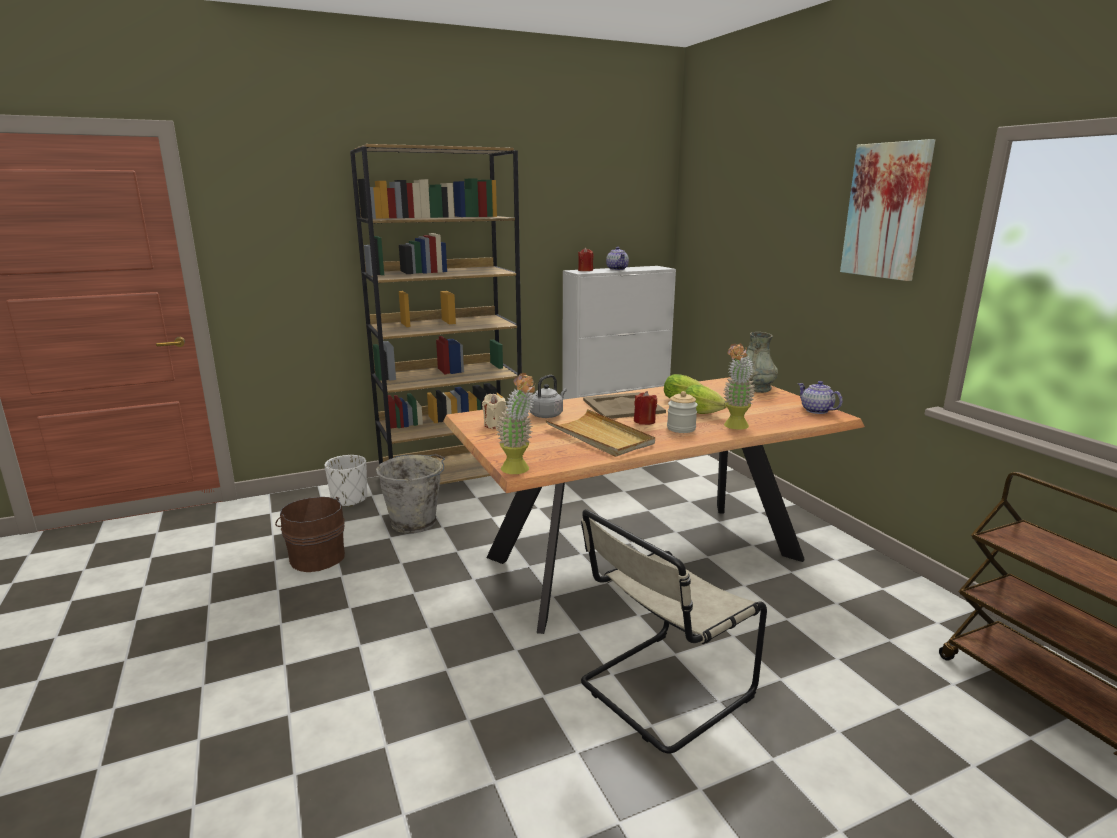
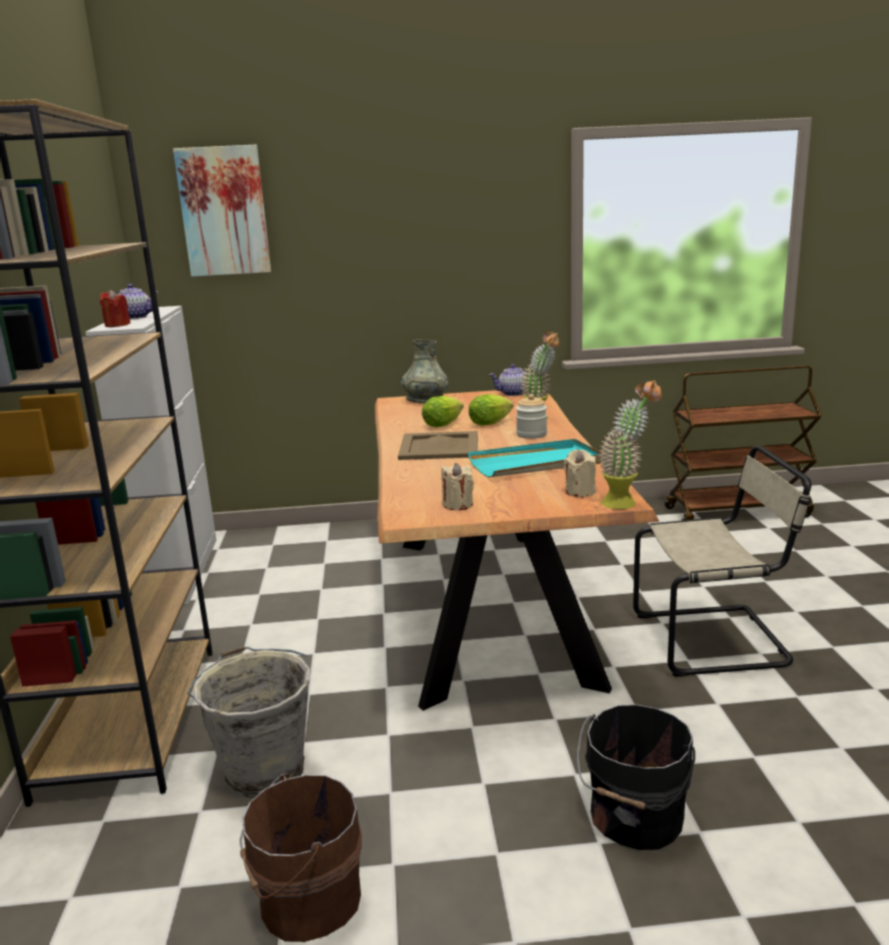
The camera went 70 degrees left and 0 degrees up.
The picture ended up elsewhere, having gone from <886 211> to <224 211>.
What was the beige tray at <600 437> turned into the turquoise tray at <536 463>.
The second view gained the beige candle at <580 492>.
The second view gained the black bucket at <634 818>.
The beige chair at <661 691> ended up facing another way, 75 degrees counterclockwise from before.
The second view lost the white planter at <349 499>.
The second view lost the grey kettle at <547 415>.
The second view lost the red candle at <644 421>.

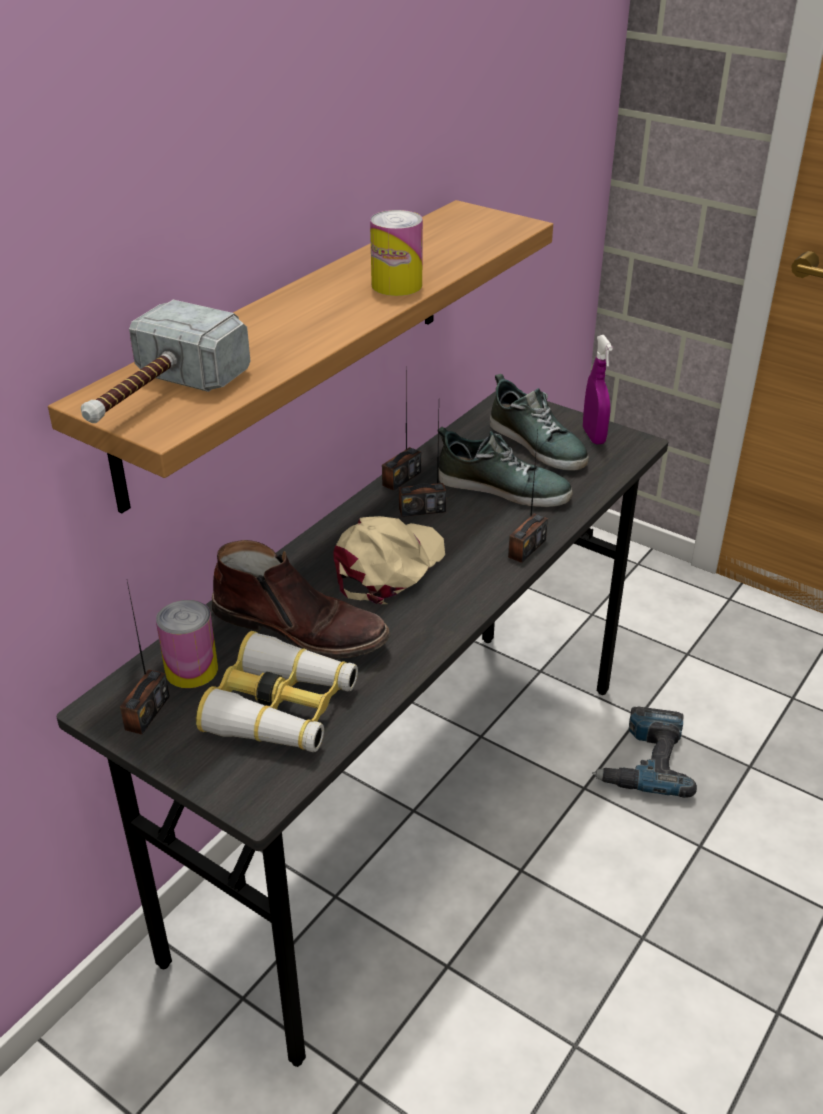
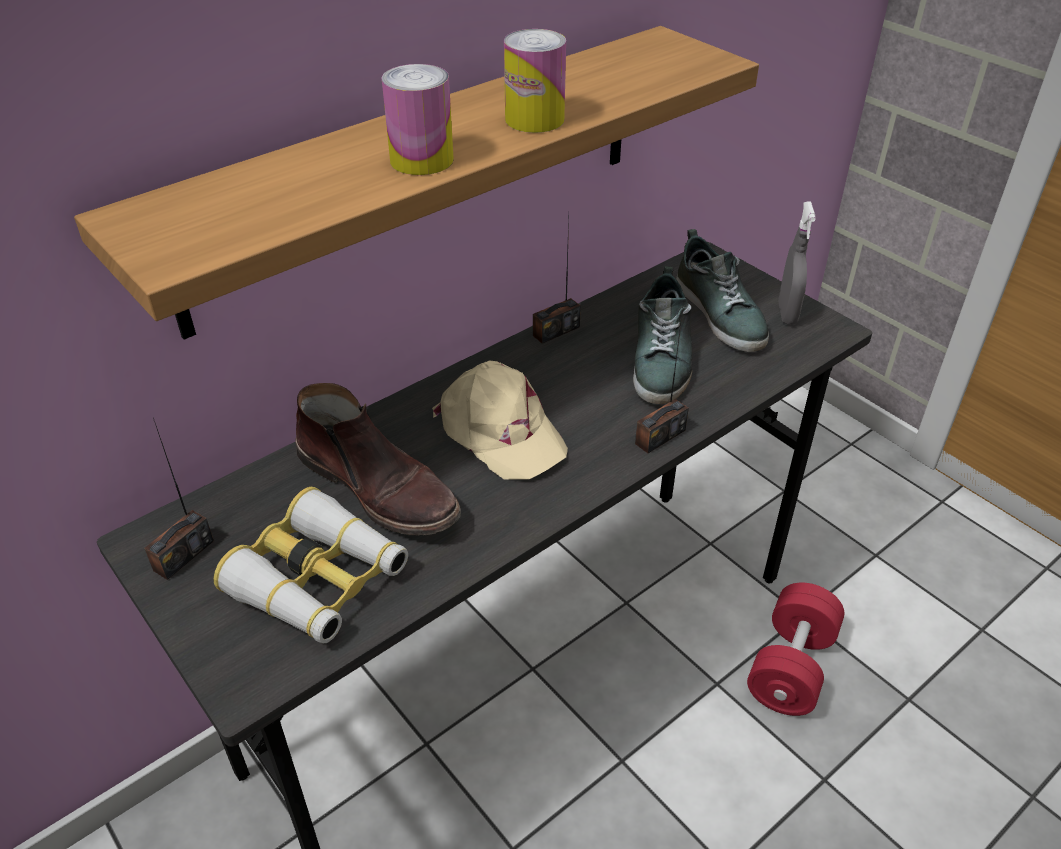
The camera went 15 degrees right and 5 degrees up.
The can ended up elsewhere, having gone from <191 670> to <421 160>.
The beige cap at <388 567> ended up facing another way, 90 degrees clockwise from before.
The shoe at <503 487> ended up facing another way, 60 degrees clockwise from before.
Where the power drill stood at <643 760>, the red dumbbell came to stand at <791 666>.
What was the purple spray bottle at <593 436> turned into the grey spray bottle at <787 314>.
The second view lost the hammer at <158 398>.
The second view lost the radio at <422 510>.

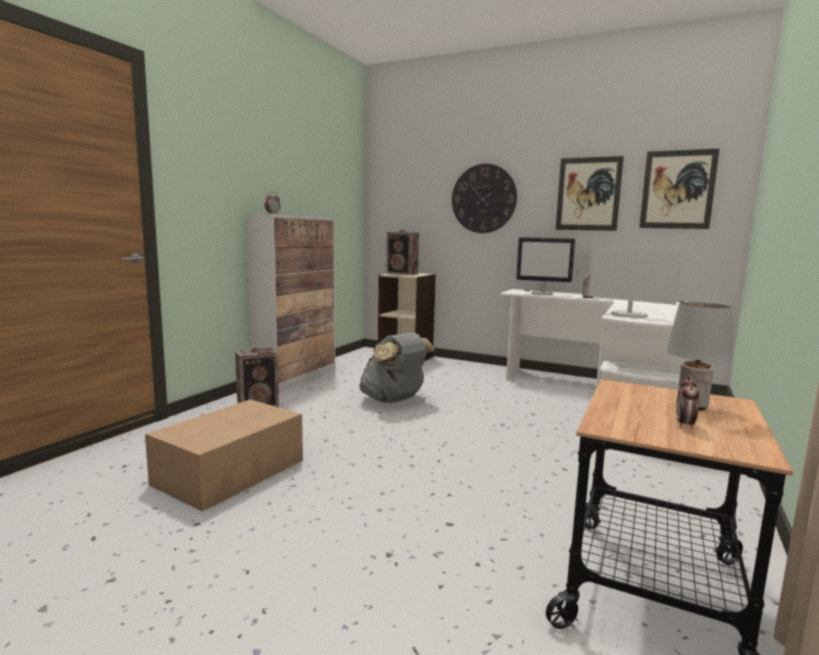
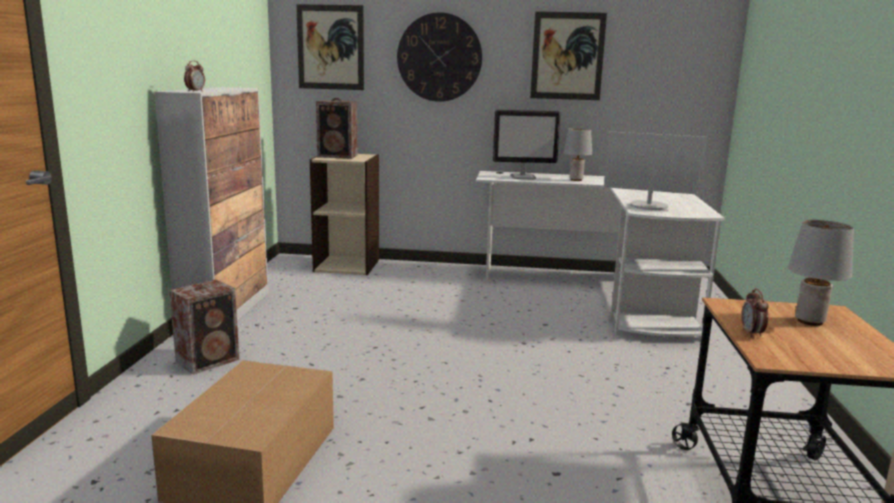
The camera went 20 degrees left and 5 degrees up.
The picture ended up elsewhere, having gone from <677 189> to <330 47>.
The alarm clock ended up elsewhere, having gone from <684 425> to <752 333>.
The second view lost the grey backpack at <394 400>.

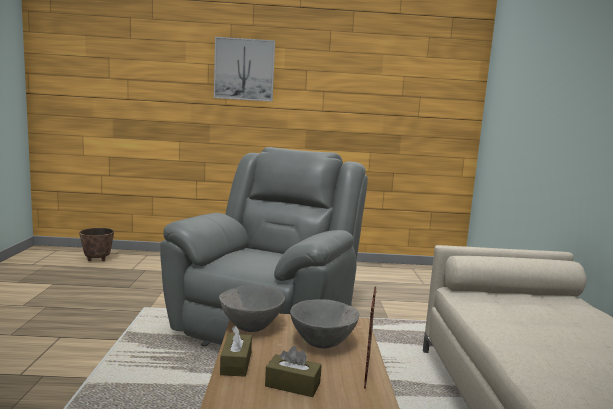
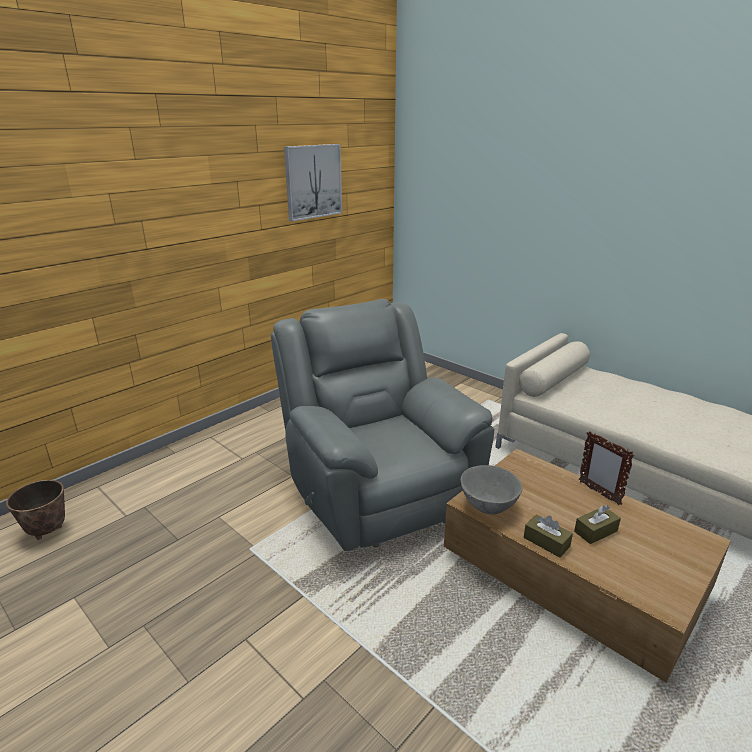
The camera went 45 degrees left and 15 degrees up.
The picture ended up elsewhere, having gone from <244 69> to <313 181>.
The second view lost the grey bowl at <322 344>.

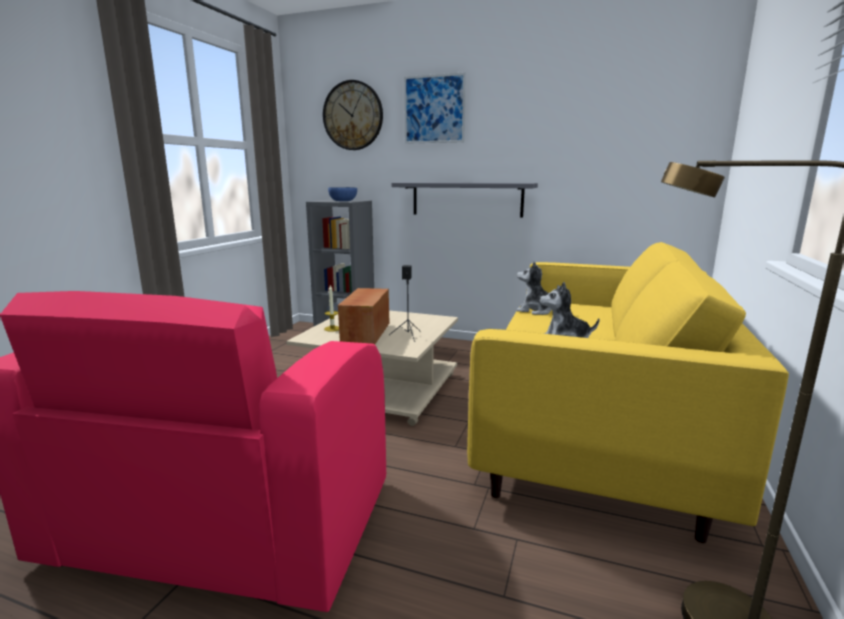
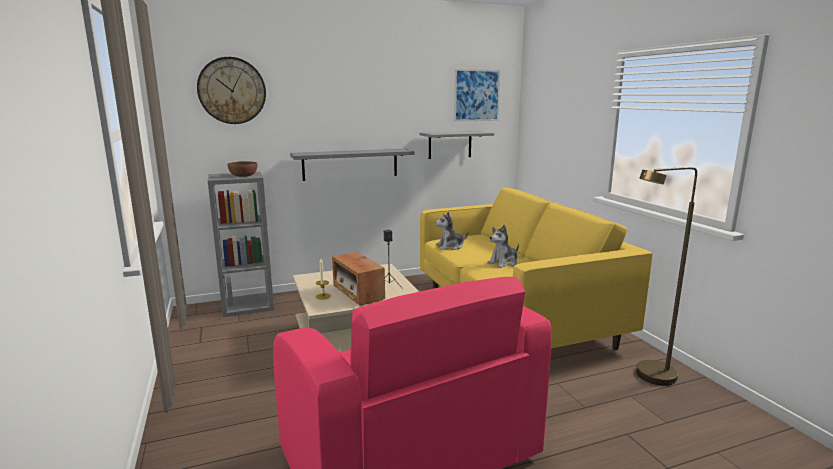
The camera went 40 degrees left and 0 degrees up.
What was the blue bowl at <343 201> turned into the brown bowl at <243 176>.
The second view gained the grey shelf at <450 144>.
The picture ended up elsewhere, having gone from <434 109> to <476 95>.

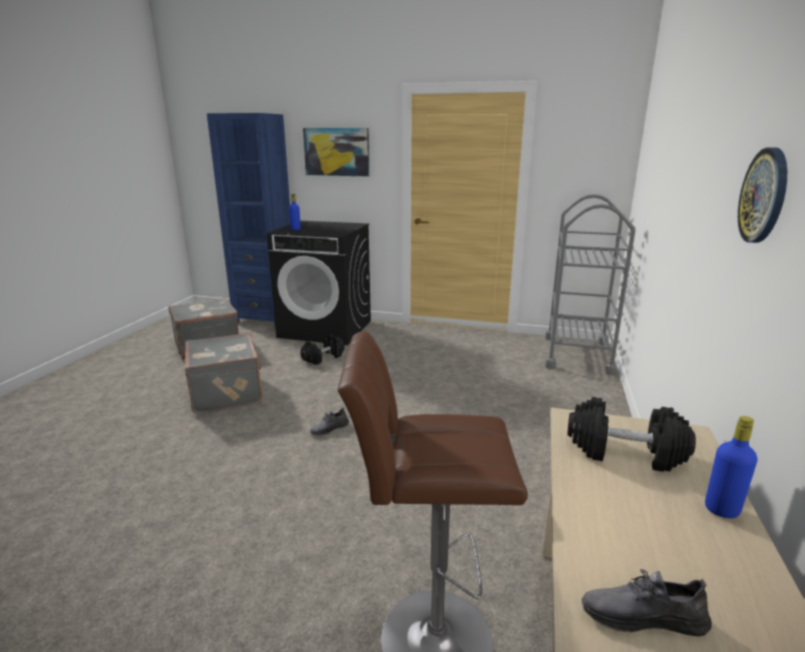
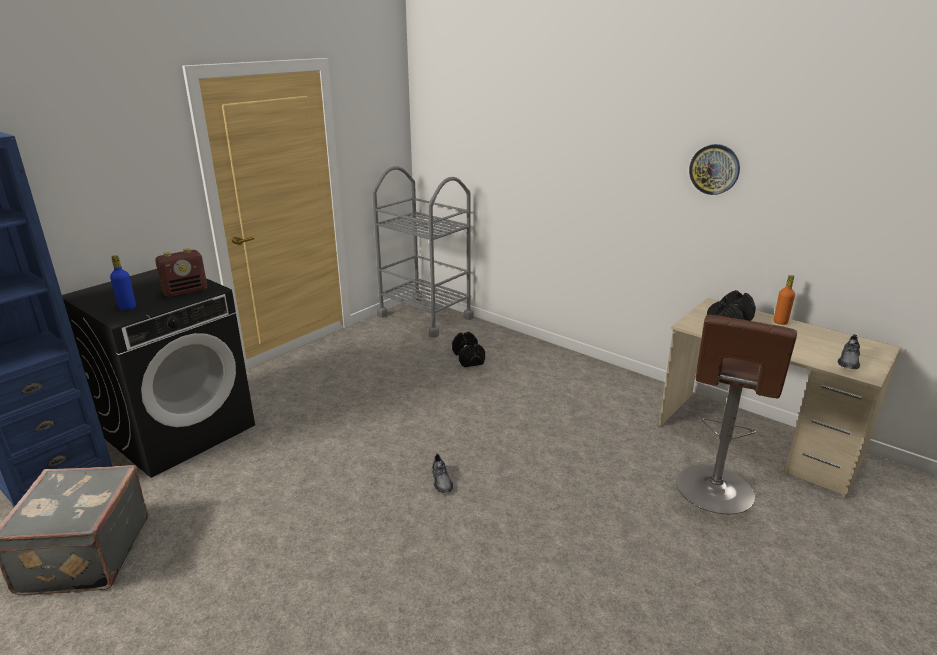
The camera went 65 degrees left and 5 degrees up.
The second view gained the radio at <186 292>.
The black dumbbell ended up elsewhere, having gone from <323 357> to <468 358>.
What was the blue bottle at <721 509> turned into the orange bottle at <780 322>.
The second view lost the grey suitcase at <228 393>.
The second view lost the picture at <336 152>.

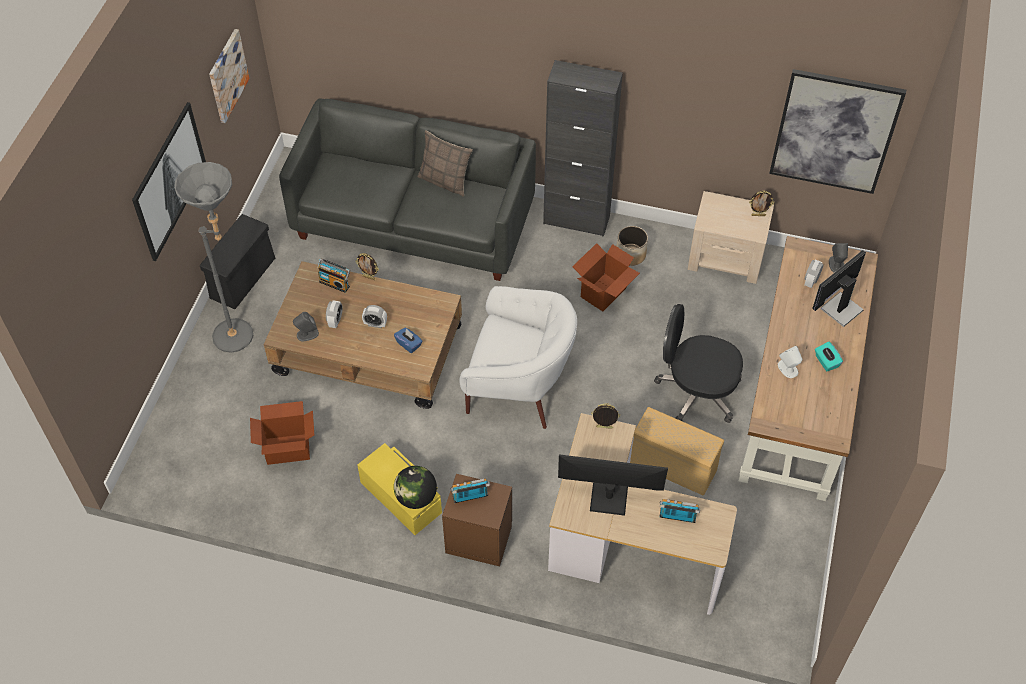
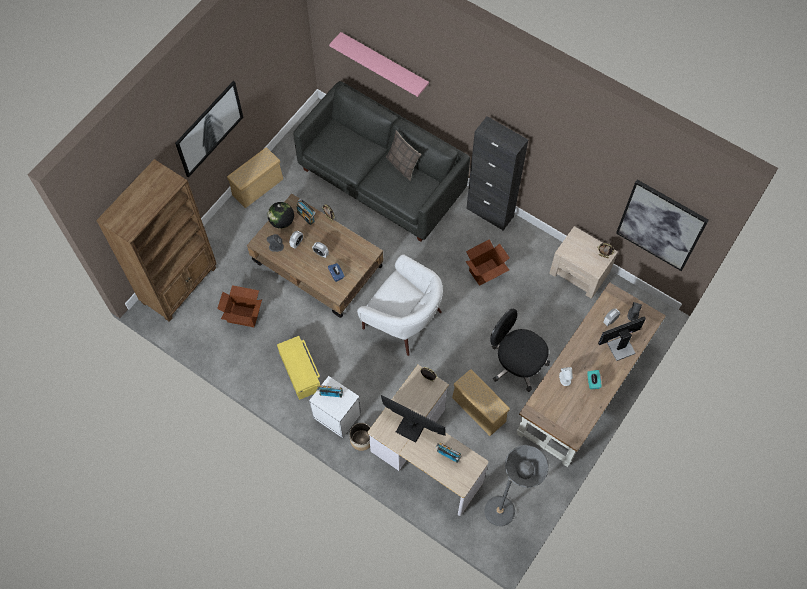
The camera went 20 degrees right and 10 degrees up.
The second view gained the brown bookcase at <180 285>.
What was the black storage box at <243 277> turned into the beige storage box at <258 186>.
The globe ended up elsewhere, having gone from <416 497> to <282 221>.
What was the brown nightstand at <477 538> turned into the white nightstand at <336 415>.
The second view gained the pink shelf at <384 63>.
The planter ended up elsewhere, having gone from <630 255> to <361 440>.
The grey floor lamp ended up elsewhere, having gone from <242 336> to <506 513>.
The second view lost the picture at <227 75>.

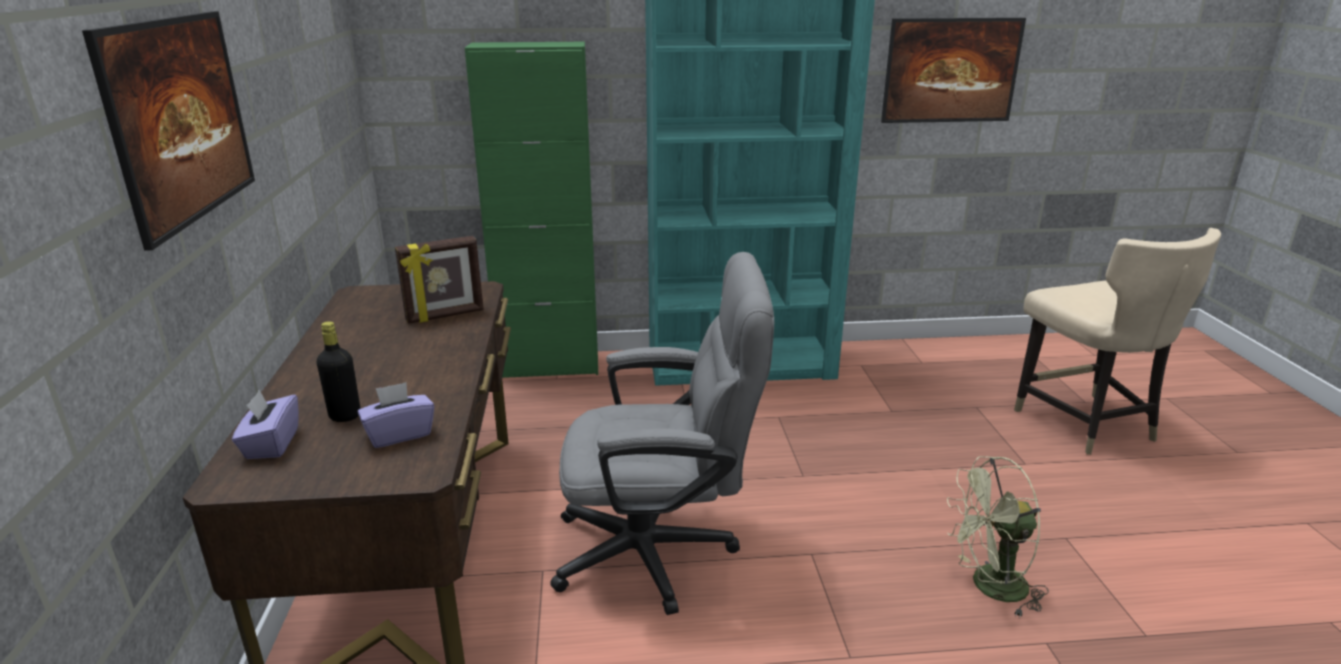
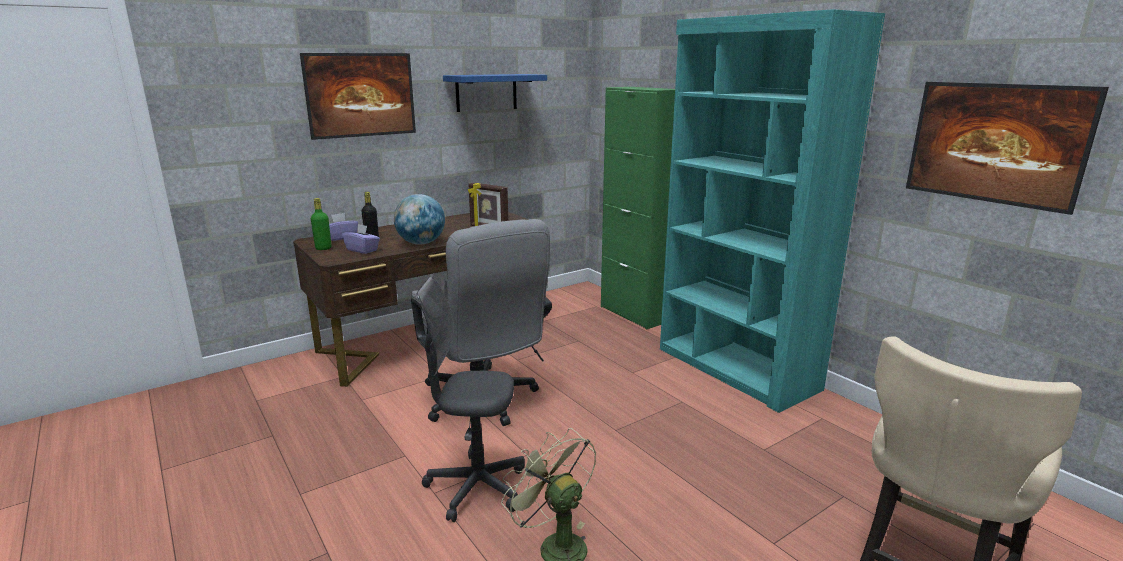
The camera went 60 degrees right and 5 degrees down.
The second view gained the green bottle at <323 248>.
The second view gained the globe at <421 243>.
The second view gained the grey office chair at <476 487>.
The second view gained the blue shelf at <486 92>.

